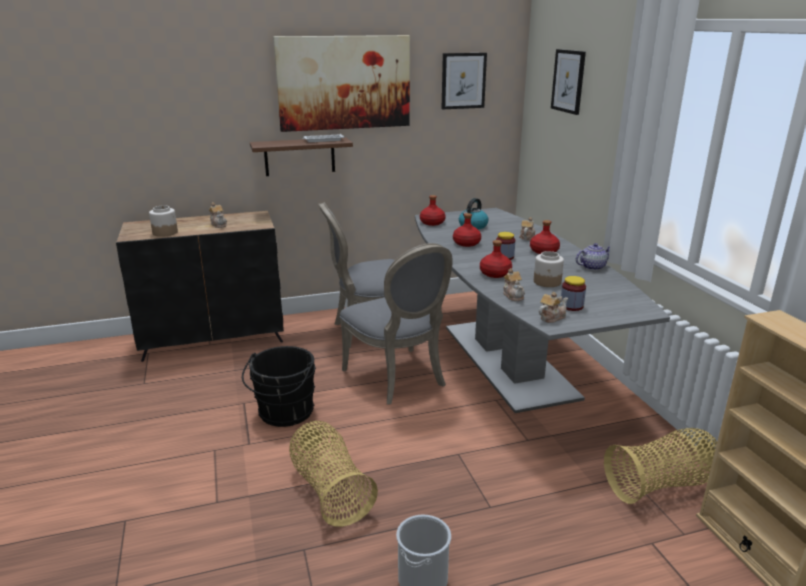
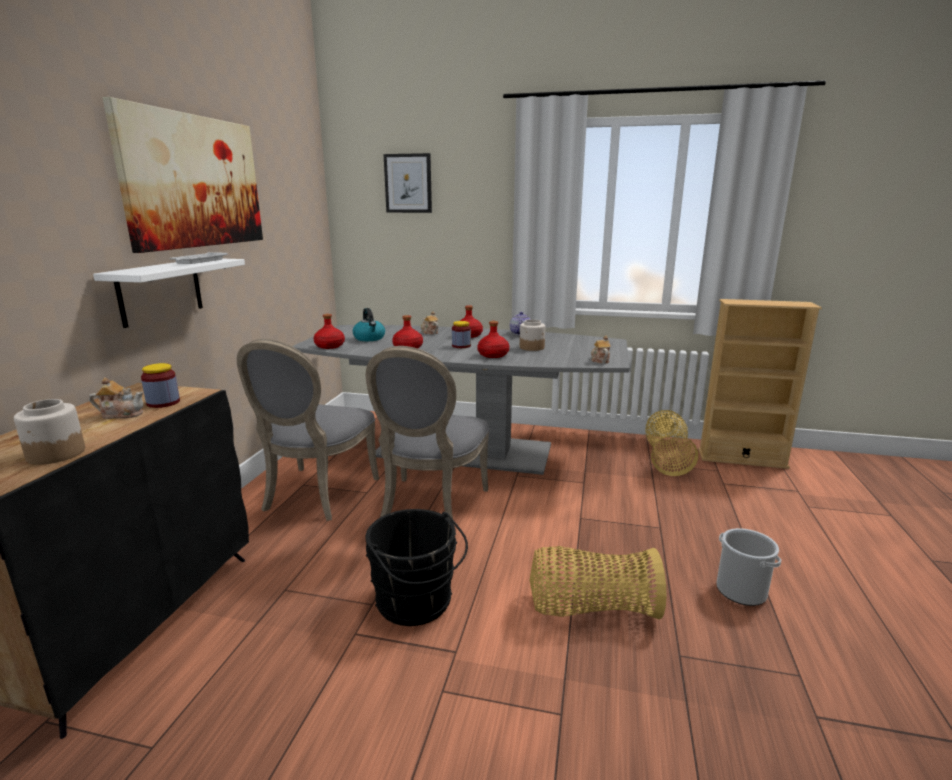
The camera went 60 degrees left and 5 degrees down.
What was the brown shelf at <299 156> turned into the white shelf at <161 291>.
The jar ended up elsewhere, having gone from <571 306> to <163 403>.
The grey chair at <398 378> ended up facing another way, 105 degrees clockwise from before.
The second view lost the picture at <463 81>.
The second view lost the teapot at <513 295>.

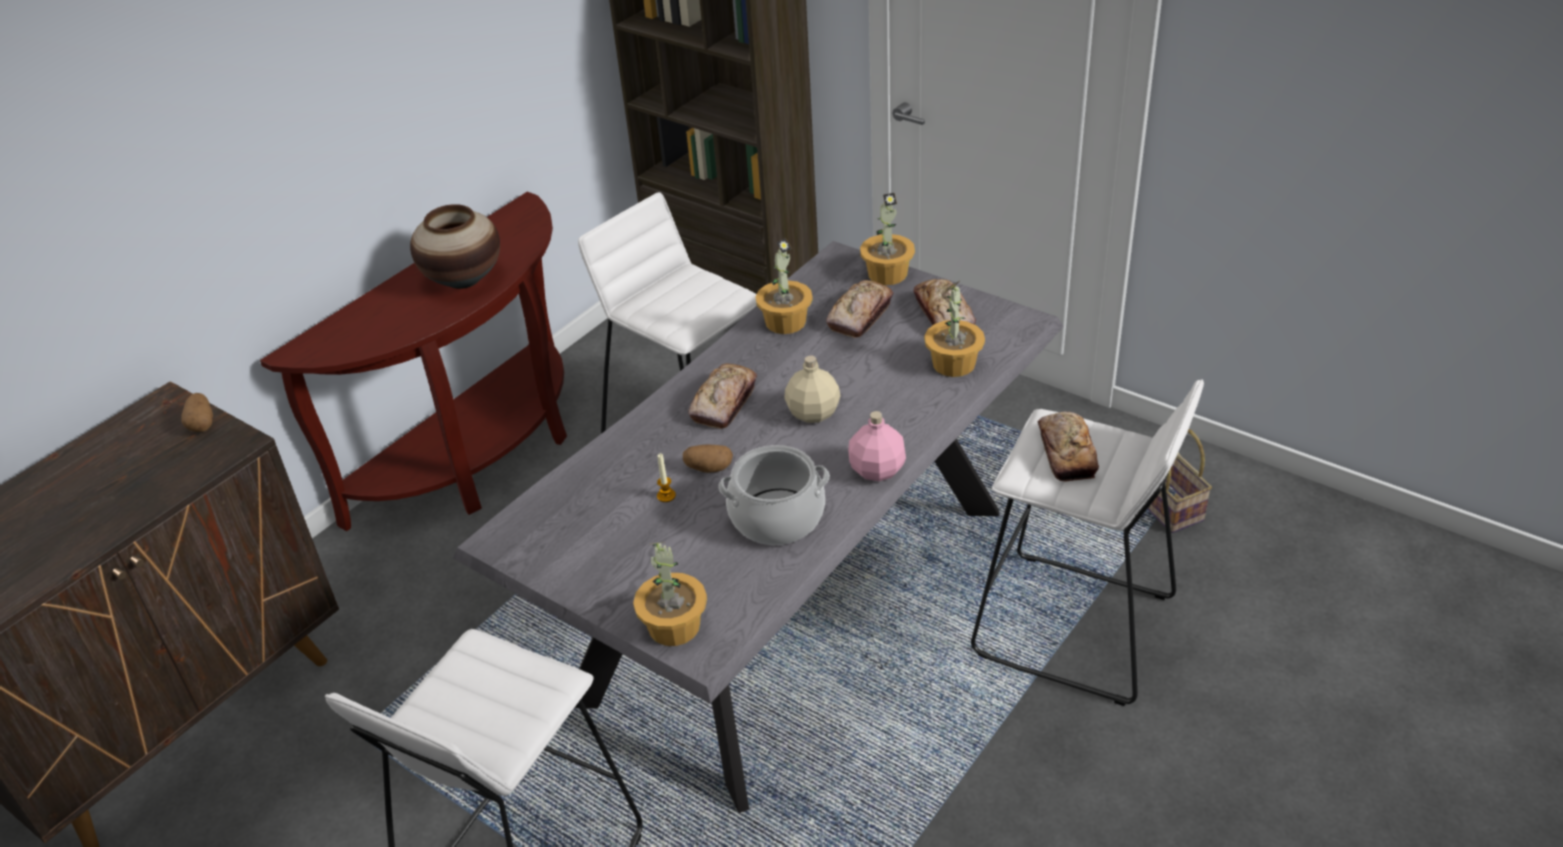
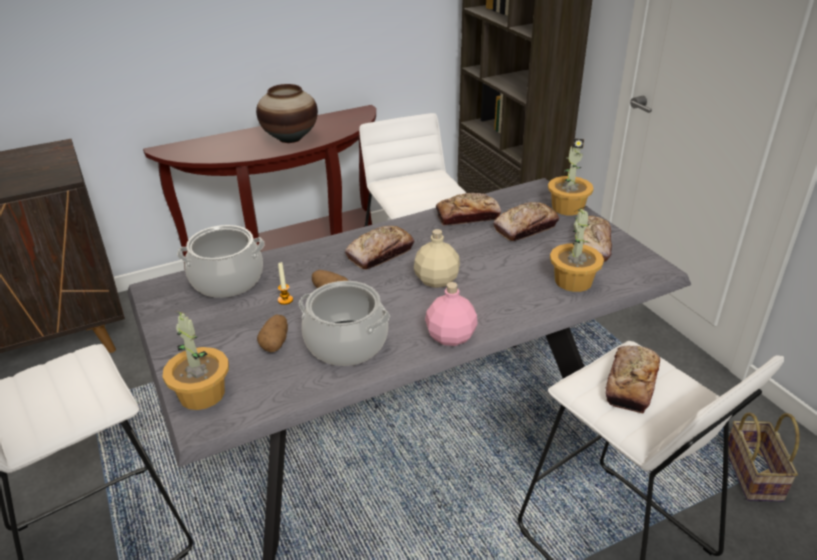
The camera went 25 degrees right and 5 degrees down.
The second view gained the cooking pot at <227 280>.
The potato ended up elsewhere, having gone from <202 423> to <275 343>.
Where the potted plant stood at <785 321>, the bread came to stand at <467 216>.

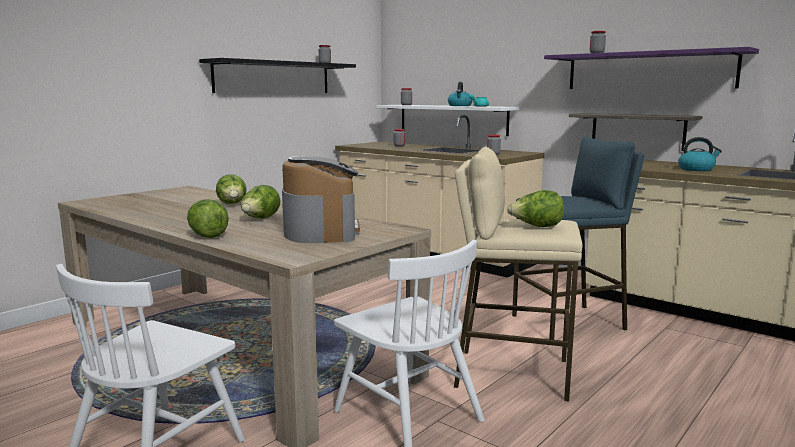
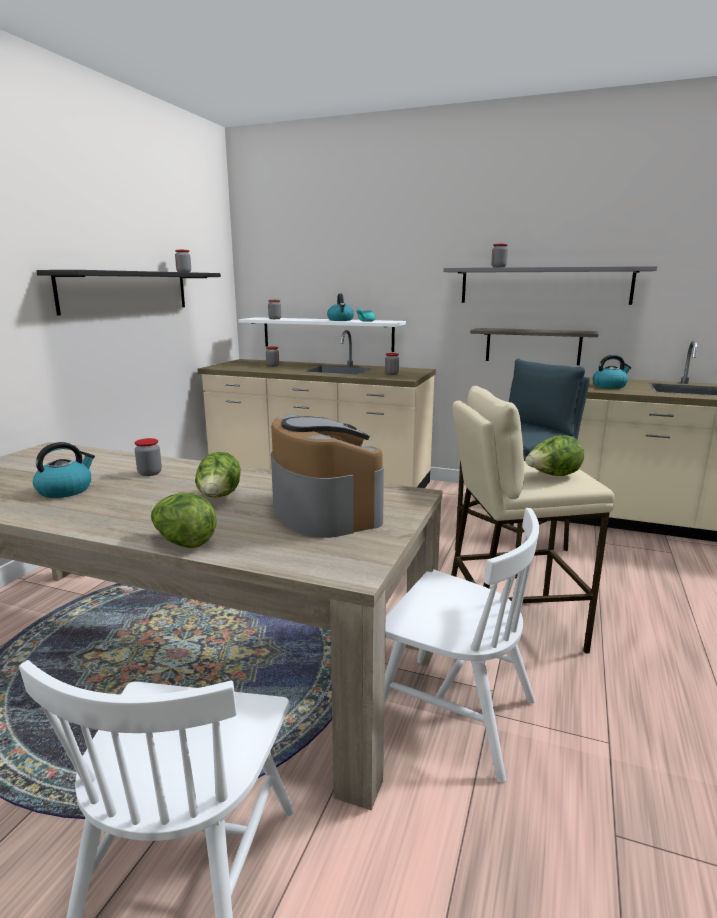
The camera went 20 degrees left and 5 degrees up.
The second view gained the kettle at <65 490>.
Where the lettuce stood at <232 204>, the jar came to stand at <150 473>.
What was the purple shelf at <648 71> turned into the grey shelf at <544 286>.

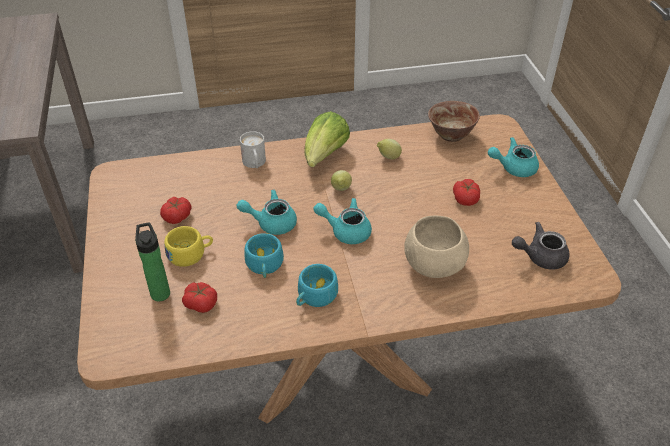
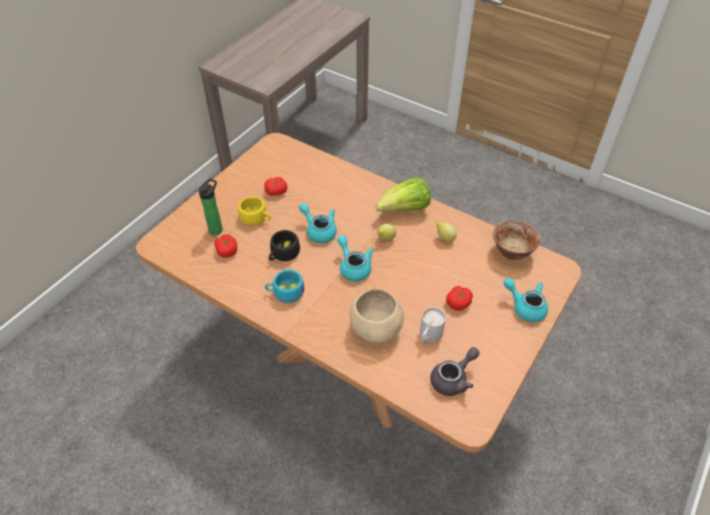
The camera went 45 degrees right and 5 degrees up.
What was the turquoise cup at <264 266> turned into the black cup at <283 254>.
The white mug ended up elsewhere, having gone from <255 164> to <428 336>.
The grey teapot at <540 257> ended up facing another way, 105 degrees clockwise from before.

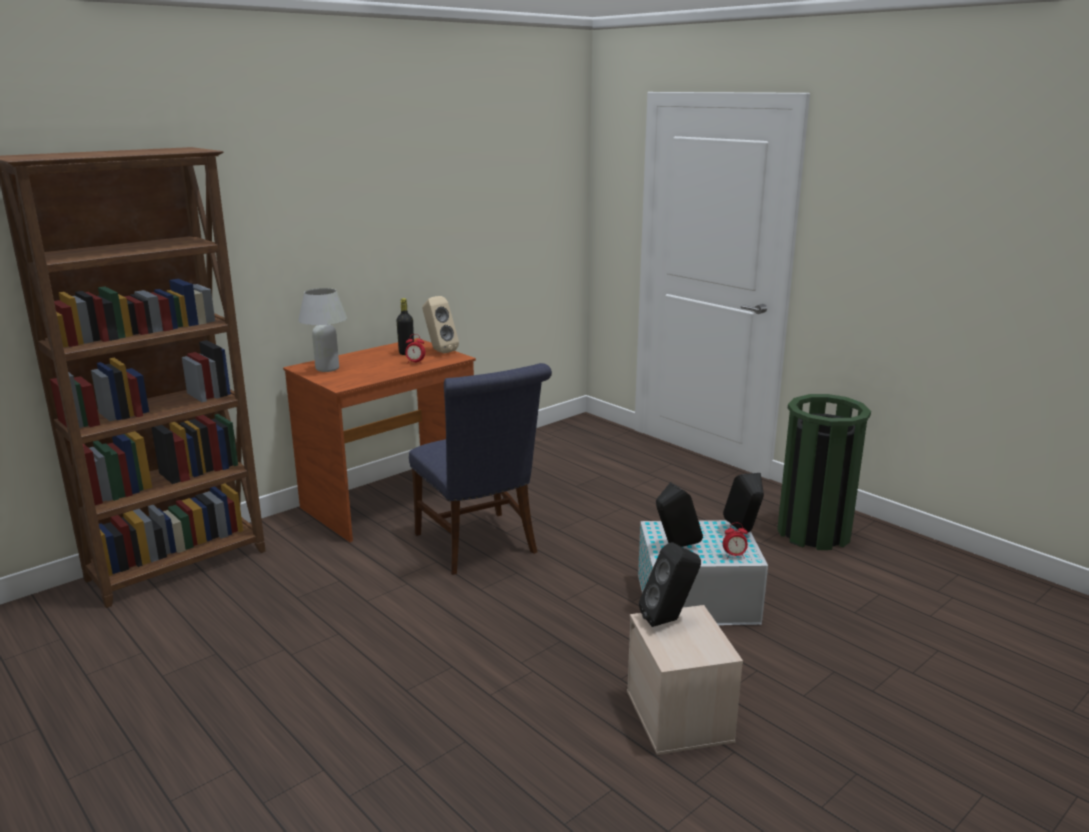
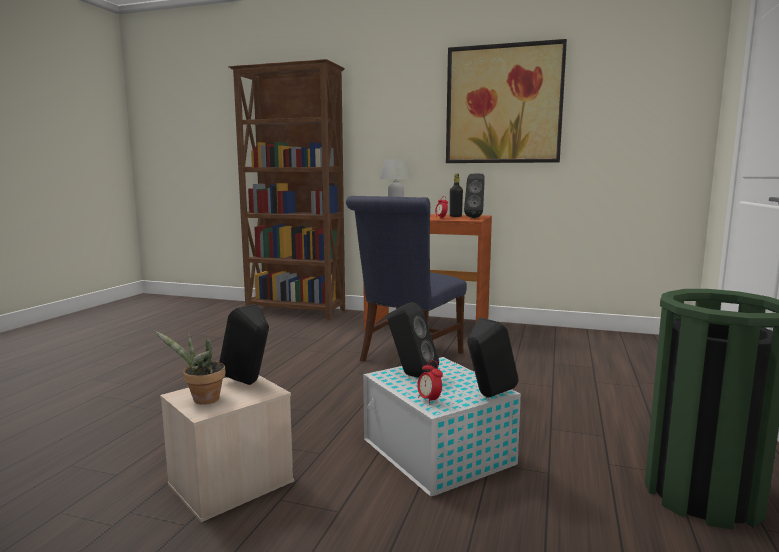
The camera went 60 degrees right and 10 degrees down.
The second view gained the potted plant at <202 400>.
The second view gained the picture at <503 104>.
What was the beige speaker at <439 351> turned into the black speaker at <474 218>.

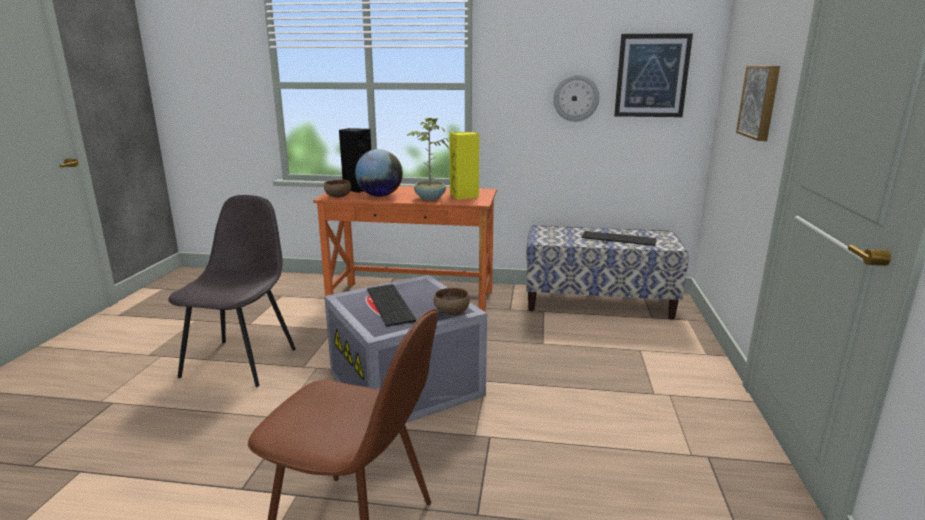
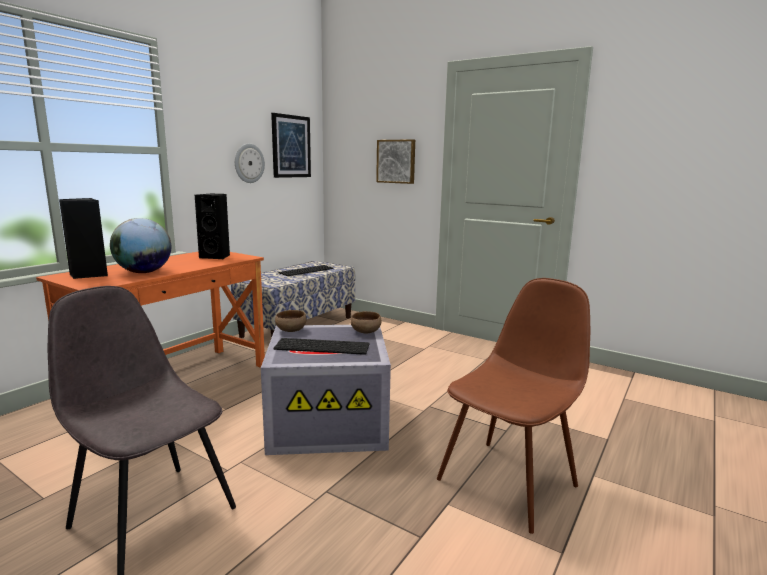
The camera went 65 degrees left and 5 degrees down.
What was the yellow speaker at <464 196> turned into the black speaker at <216 256>.
The brown bowl ended up elsewhere, having gone from <337 196> to <290 331>.
The second view lost the potted plant at <429 198>.

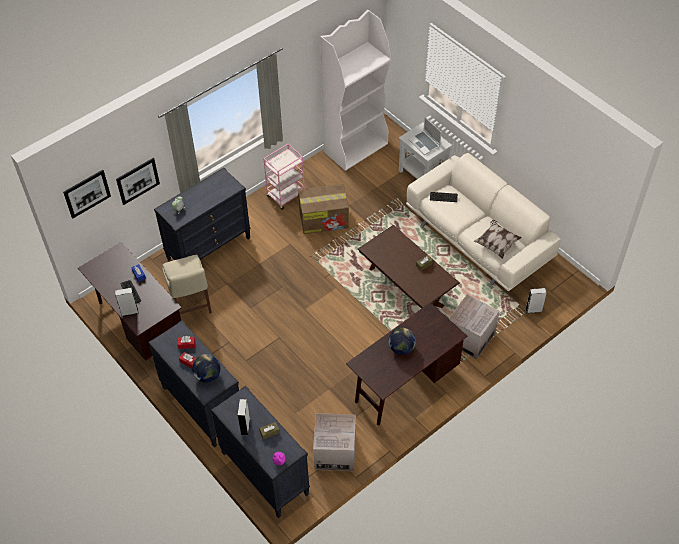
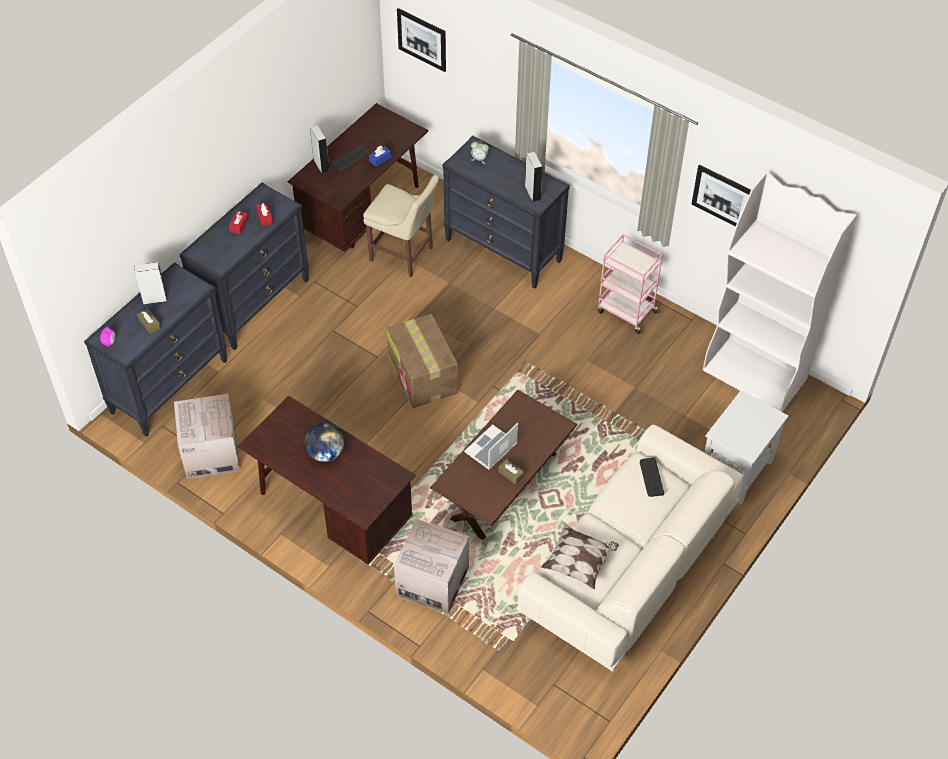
The camera went 75 degrees right and 0 degrees up.
The beige chair at <191 306> ended up facing another way, 120 degrees counterclockwise from before.
The cardboard box ended up elsewhere, having gone from <324 219> to <423 376>.
The laptop ended up elsewhere, having gone from <424 143> to <491 449>.
The grey speaker ended up elsewhere, having gone from <533 310> to <532 193>.
The picture ended up elsewhere, having gone from <138 181> to <723 197>.
The second view lost the globe at <208 375>.

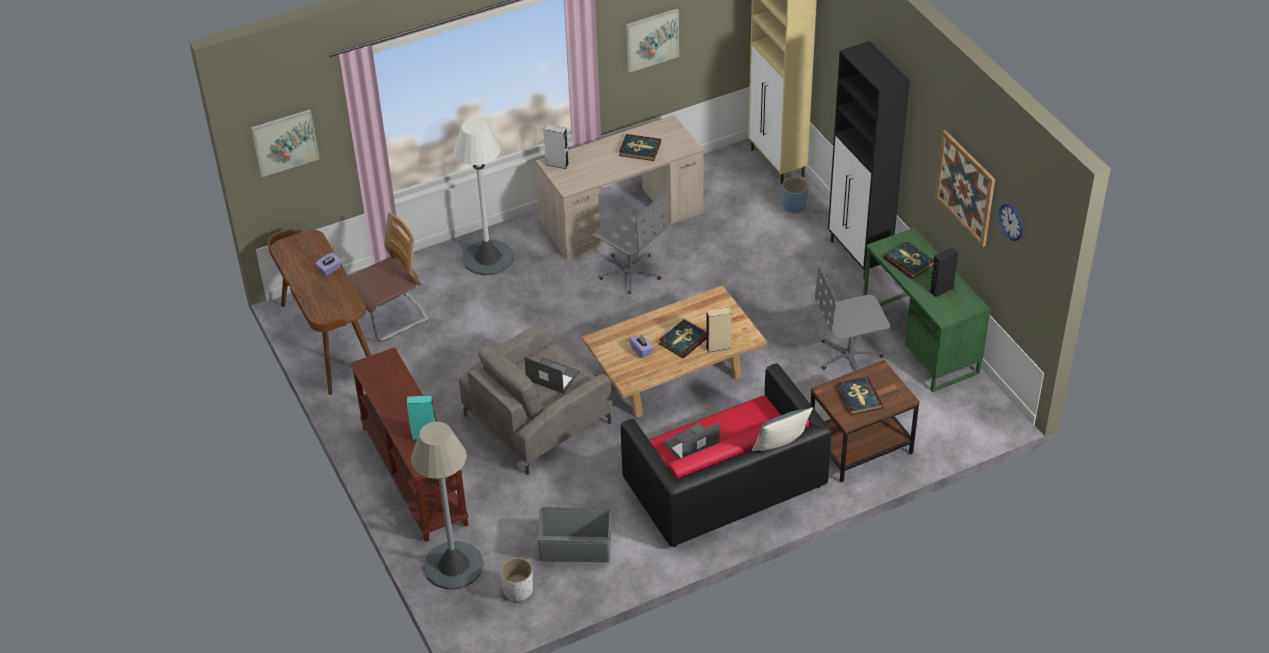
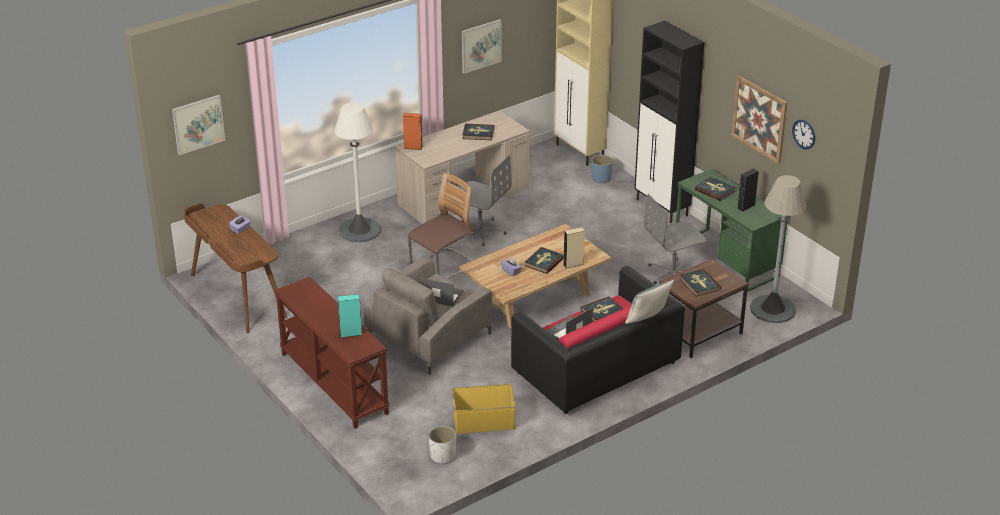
The camera went 10 degrees left and 10 degrees down.
What was the grey speaker at <557 164> turned into the orange speaker at <413 147>.
The chair ended up elsewhere, having gone from <390 317> to <443 266>.
What was the grey storage box at <576 549> turned into the yellow storage box at <484 422>.
The second view gained the book at <602 312>.
The grey floor lamp ended up elsewhere, having gone from <454 566> to <773 309>.

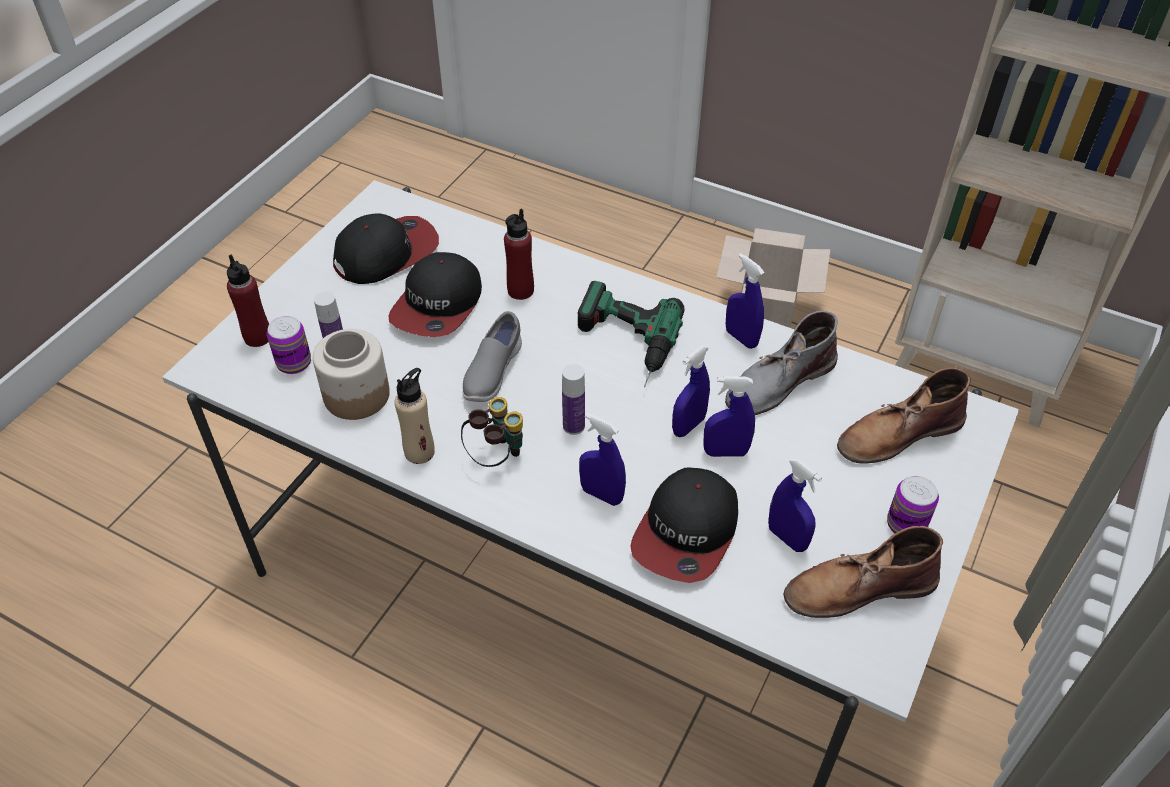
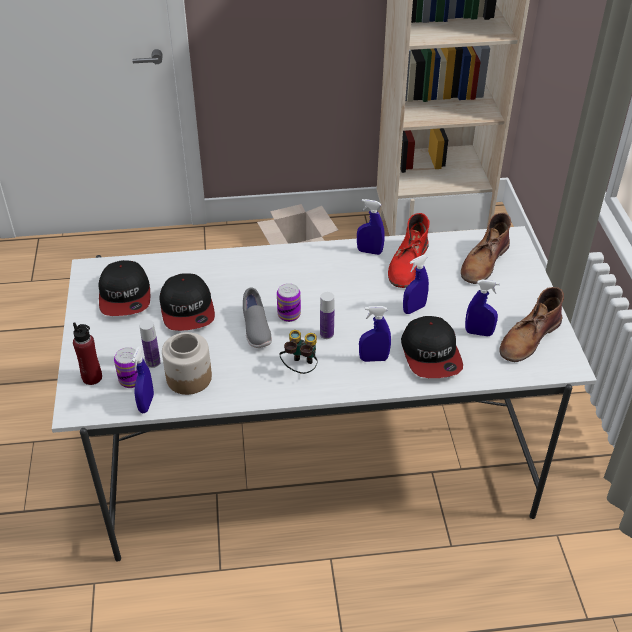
The camera went 35 degrees left and 5 degrees down.
The cap at <386 253> ended up facing another way, 150 degrees clockwise from before.
The blue spray bottle ended up elsewhere, having gone from <688 426> to <146 404>.
The can ended up elsewhere, having gone from <906 524> to <289 315>.
What was the grey boot at <779 382> turned into the red boot at <408 264>.
The second view lost the beige bottle at <419 452>.
The second view lost the red bottle at <520 290>.
The second view lost the power drill at <623 344>.

